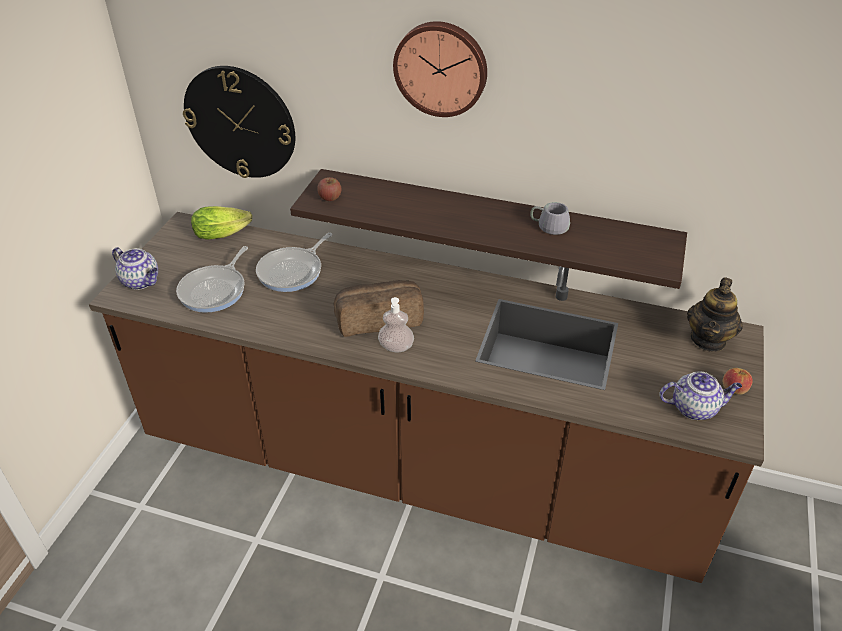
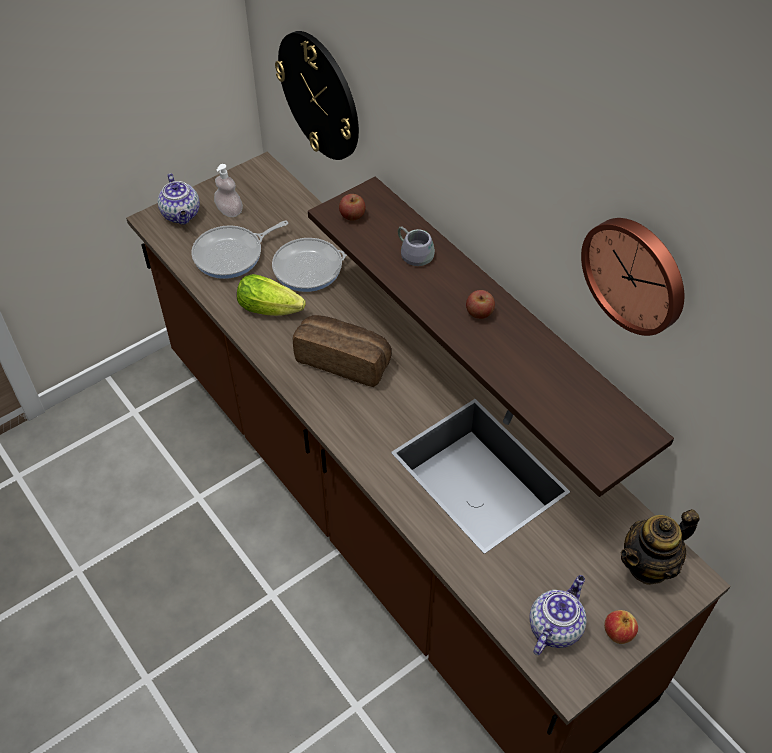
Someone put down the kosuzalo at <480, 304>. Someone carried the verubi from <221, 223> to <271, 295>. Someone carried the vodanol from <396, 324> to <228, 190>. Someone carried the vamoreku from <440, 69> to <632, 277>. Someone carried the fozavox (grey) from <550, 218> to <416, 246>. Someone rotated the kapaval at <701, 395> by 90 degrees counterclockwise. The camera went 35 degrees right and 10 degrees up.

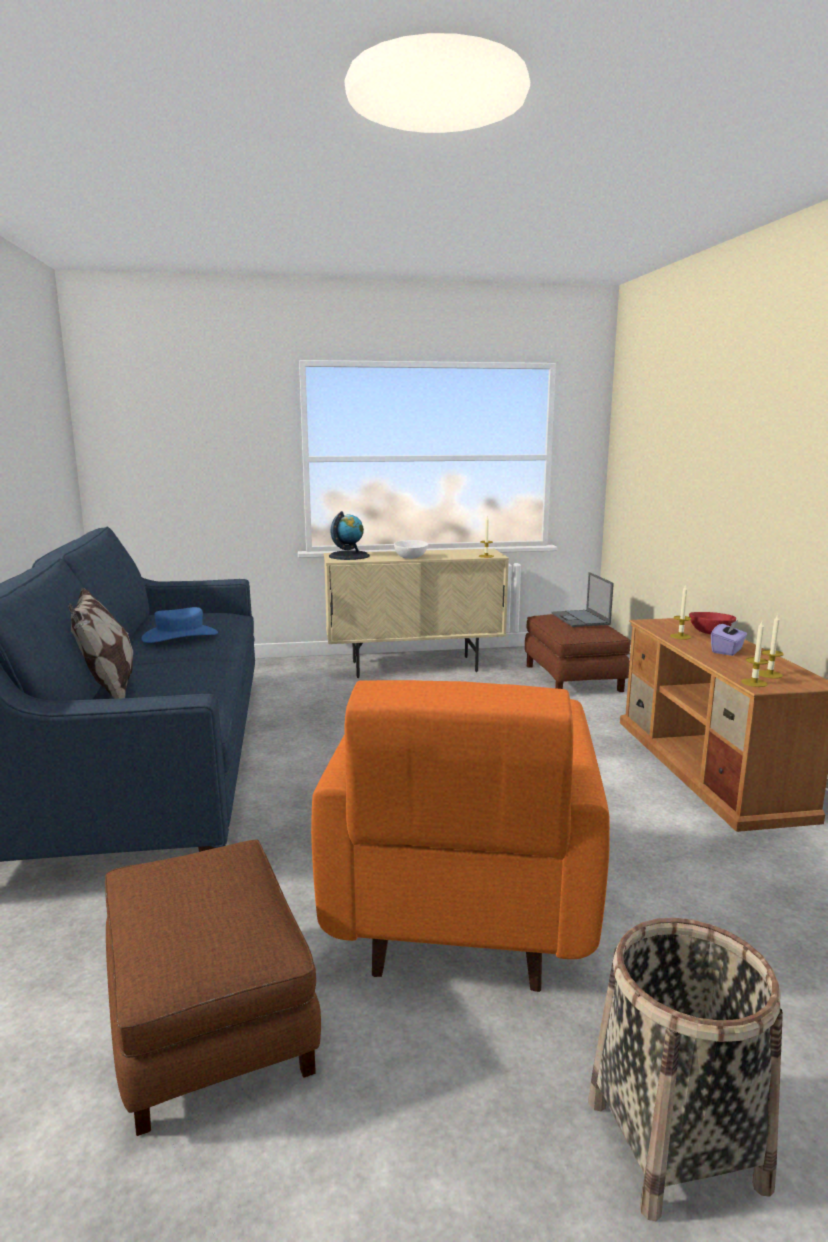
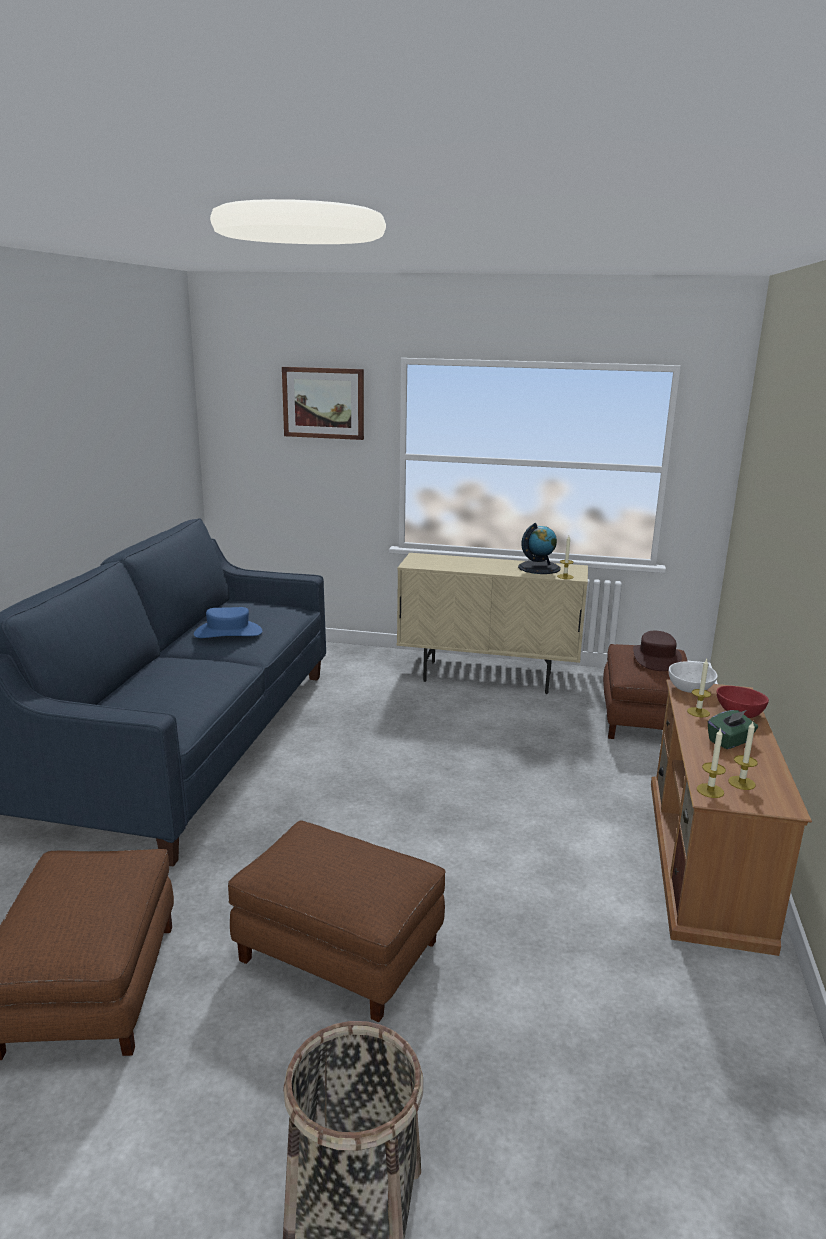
Someone took away the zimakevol at <100, 643>. Someone put up the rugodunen at <323, 403>. Someone carried the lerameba from <349, 535> to <539, 548>. Someone carried the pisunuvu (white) from <411, 549> to <693, 677>. Someone swapped the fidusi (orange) at <460, 836> for the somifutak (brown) at <337, 921>. Someone swapped the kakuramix at <582, 599> for the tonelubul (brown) at <657, 651>. Someone repainted the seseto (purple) at <729, 638>, which became the seseto (green) at <733, 729>. The camera went 20 degrees right and 5 degrees up.

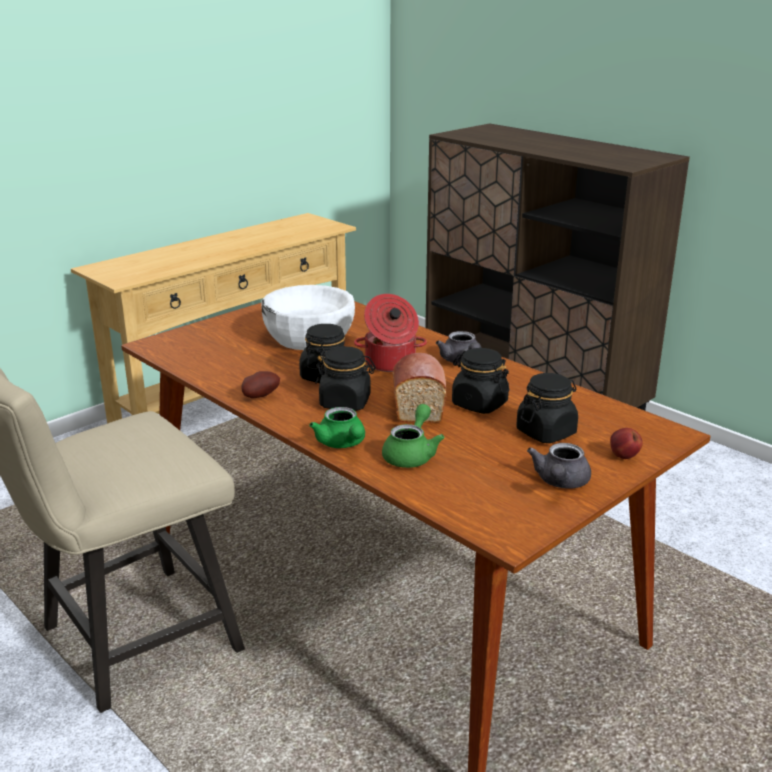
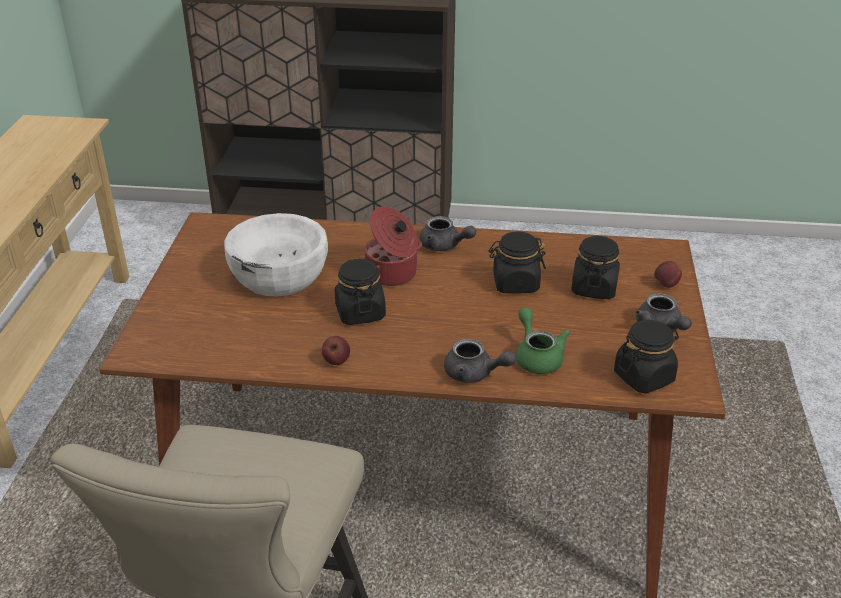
Someone took away the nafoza at <419, 388>. Someone carried the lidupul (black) from <345, 379> to <646, 357>. Someone swapped the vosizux at <260, 384> for the kosuzalo at <336, 350>. Someone repainted the kapaval (green) at <337, 427>, which became the kapaval (grey) at <480, 361>. The camera went 40 degrees left and 10 degrees up.

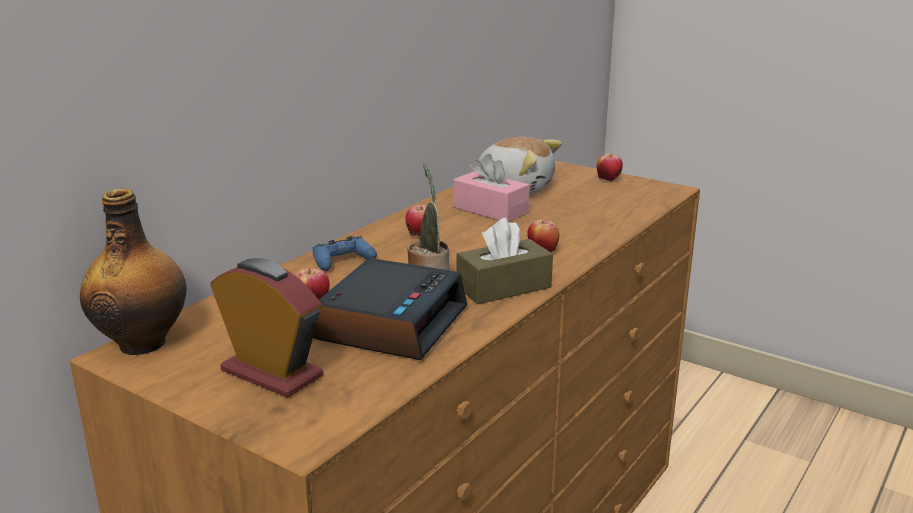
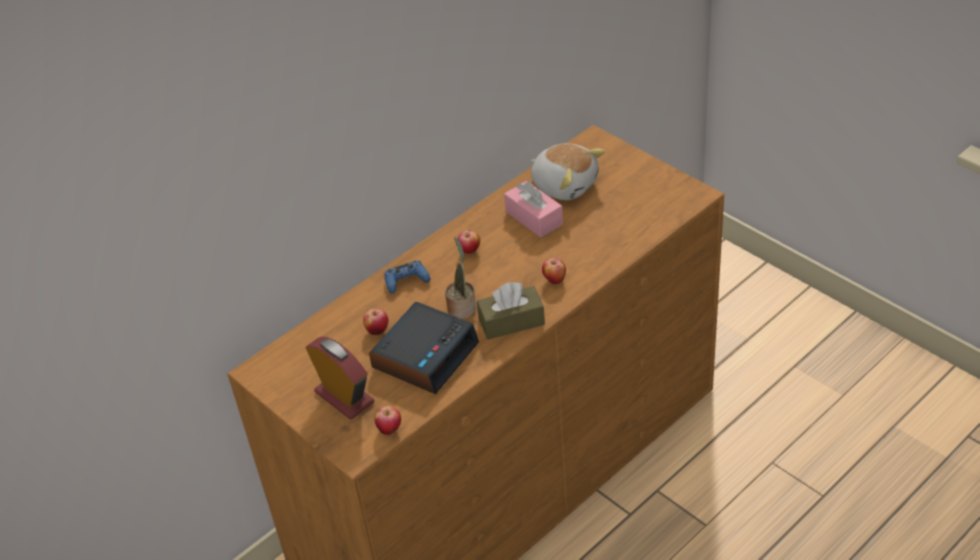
Someone took away the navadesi at <133, 272>. Someone carried the kosuzalo from <610, 167> to <388, 420>. The camera went 15 degrees right and 20 degrees up.

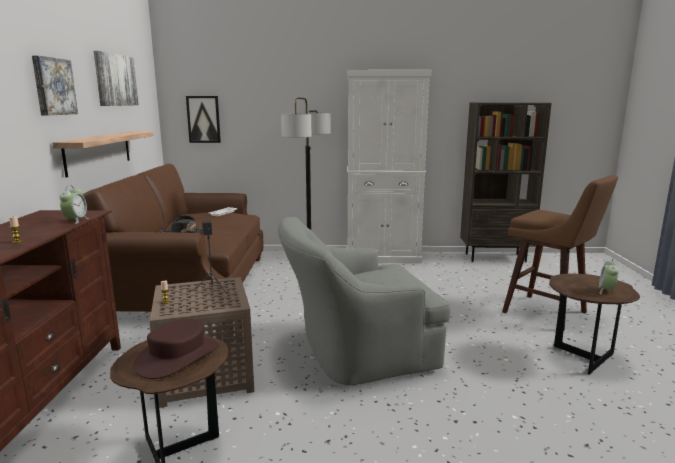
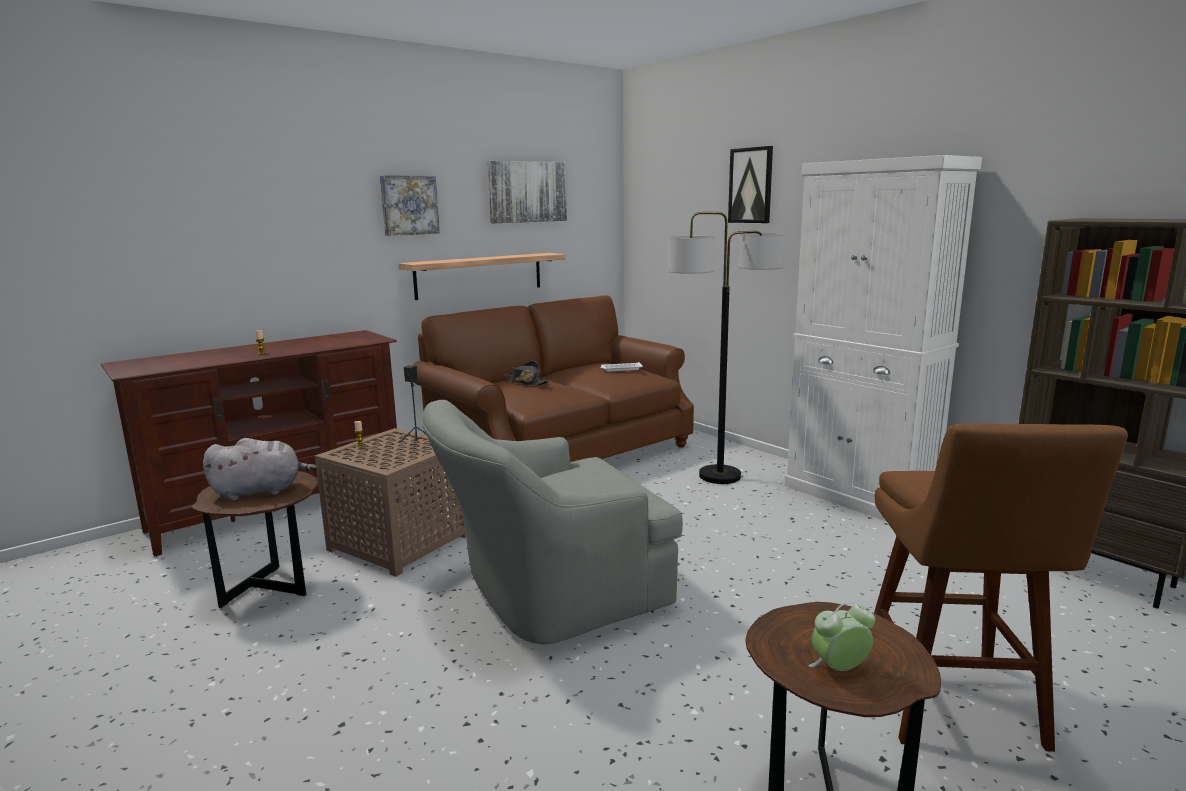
Someone took away the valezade at <74, 204>. Someone carried the rugodunen from <203, 119> to <750, 184>. Someone swapped the tonelubul (brown) at <176, 348> for the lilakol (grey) at <260, 469>. Someone rotated the fidusi (grey) at <364, 301> by 60 degrees counterclockwise. The camera went 50 degrees right and 0 degrees up.

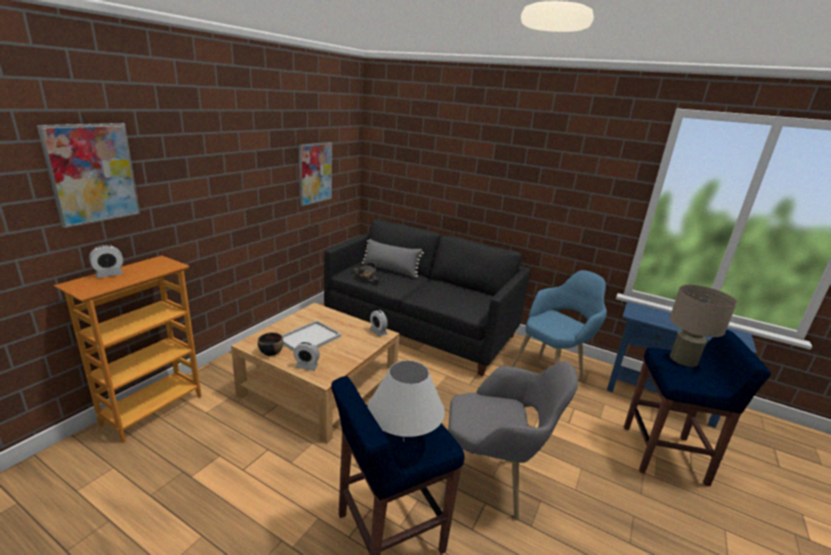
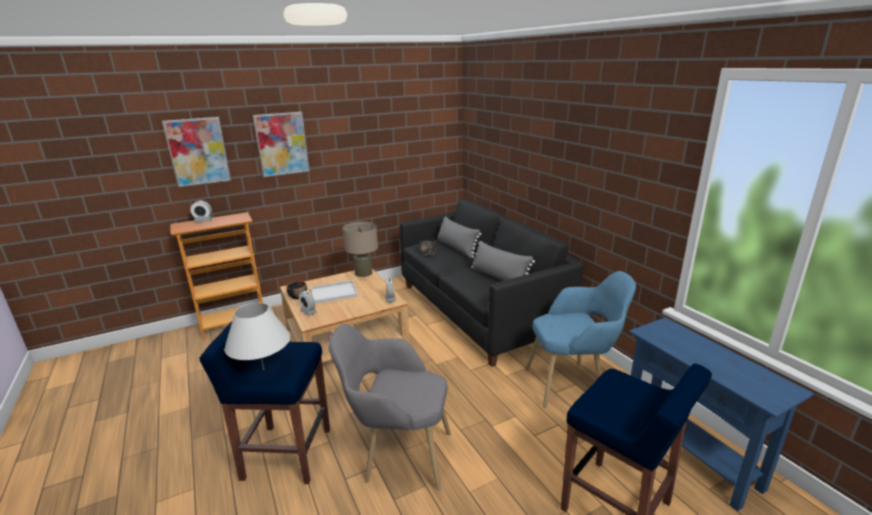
Someone put down the zimakevol (grey) at <503, 260>. Someone carried the rugodunen from <315, 174> to <281, 144>. Someone carried the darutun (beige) from <703, 326> to <360, 249>. Someone rotated the fidusi (grey) at <508, 440> by 150 degrees clockwise. The camera went 35 degrees right and 0 degrees up.

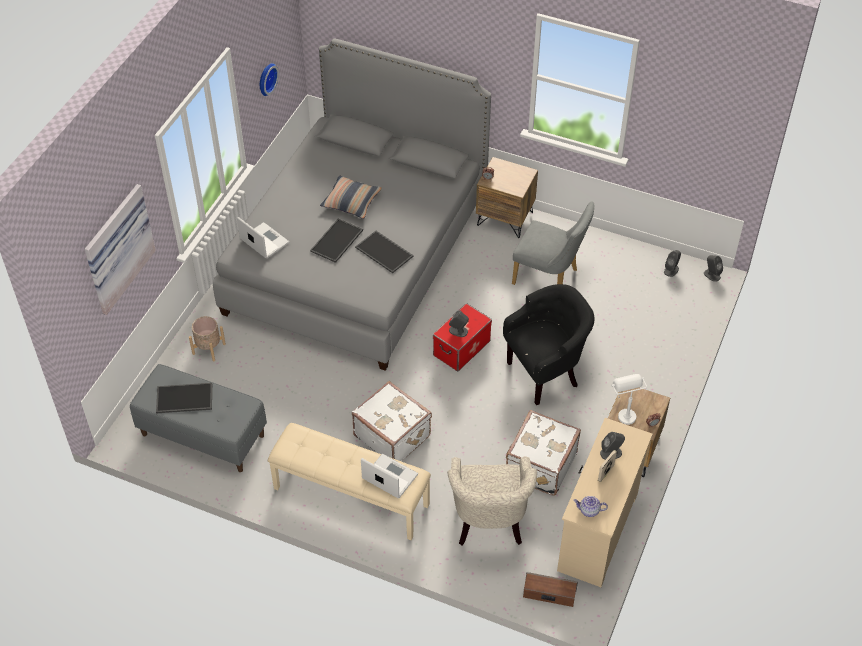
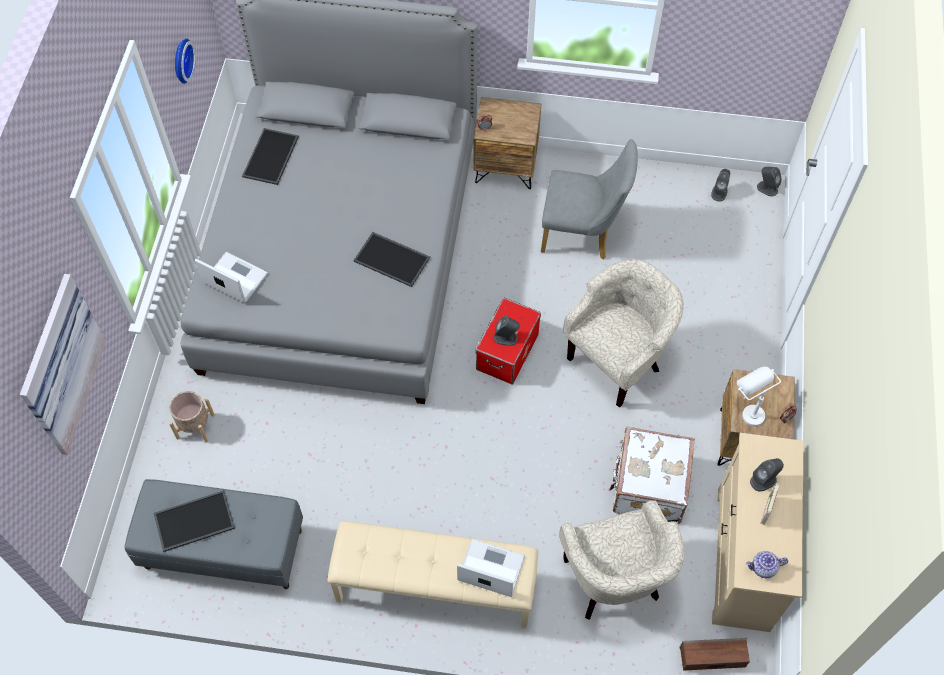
Someone took away the zimakevol at <351, 197>. Someone took away the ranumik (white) at <392, 421>. Someone carried the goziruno from <336, 241> to <270, 156>. Someone repainted the fidusi (black) at <549, 344>, which became the fidusi (beige) at <623, 333>. The camera went 15 degrees left and 10 degrees up.

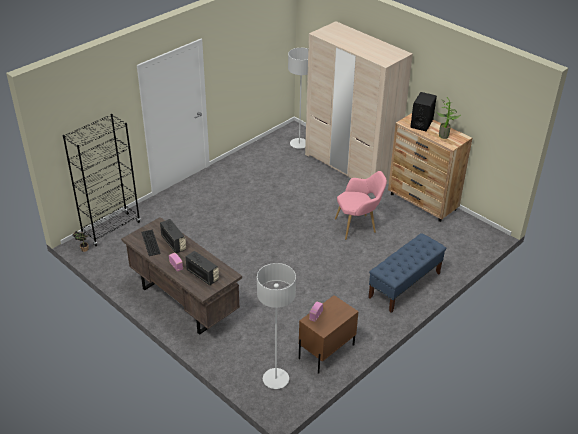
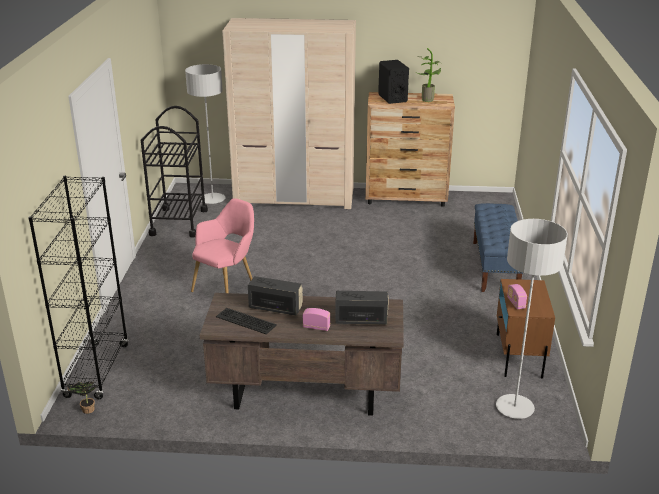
Someone put down the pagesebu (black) at <174, 172>. Someone carried the fidusi (pink) from <361, 205> to <222, 245>. The camera went 40 degrees left and 10 degrees down.

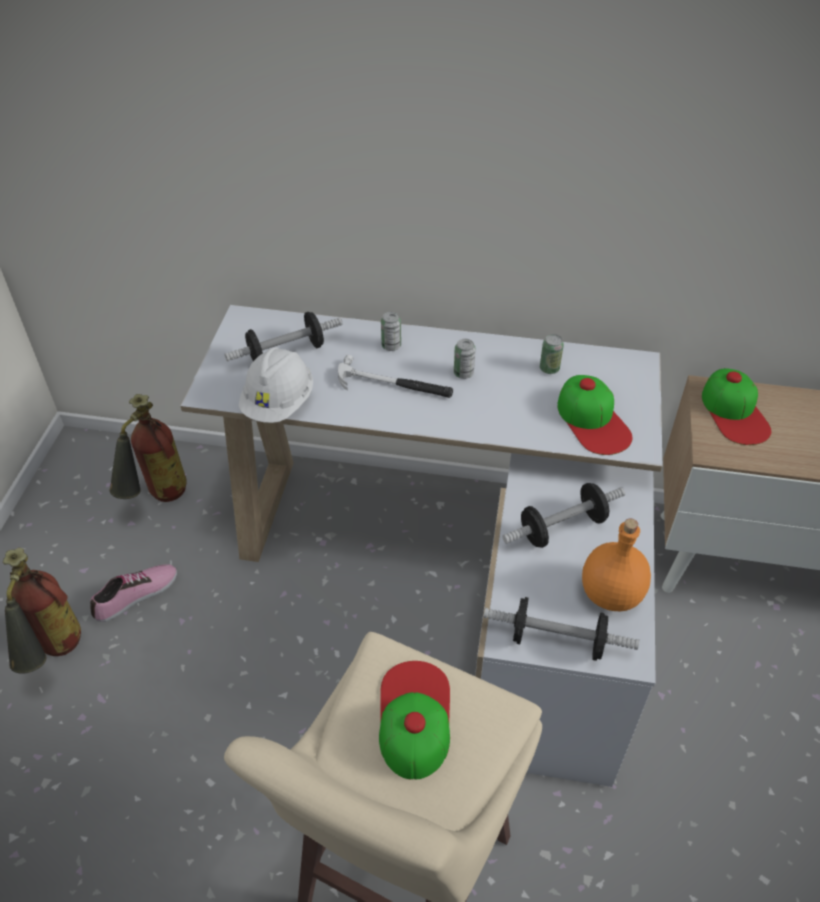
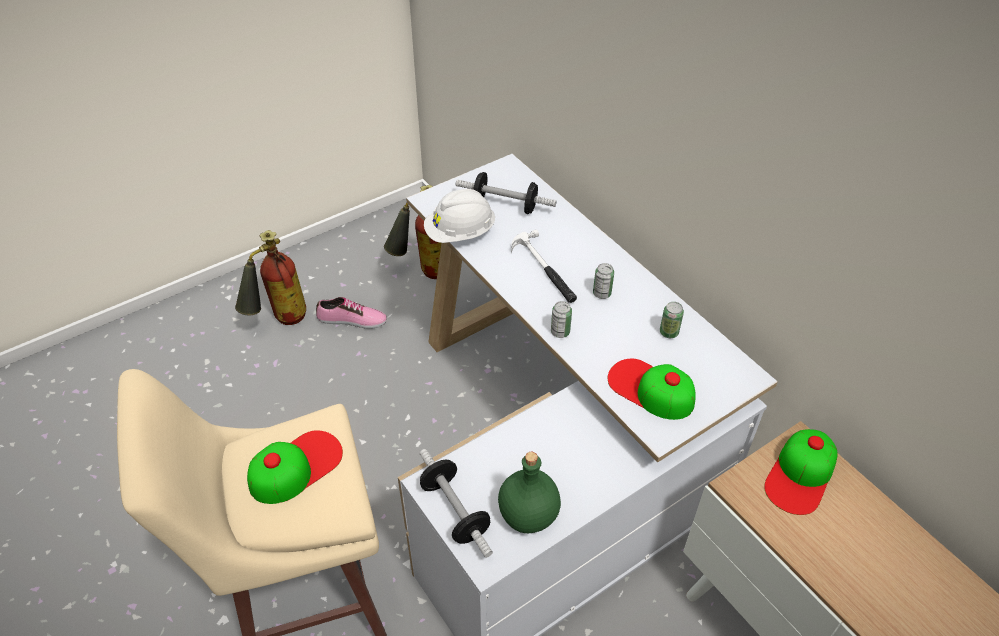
Someone took away the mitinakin at <563, 515>. Someone carried the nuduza from <391, 331> to <561, 319>. Someone repainted the navadesi (orange) at <616, 564>, which became the navadesi (green) at <529, 492>. Someone rotated the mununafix at <595, 415> by 105 degrees clockwise. The camera went 45 degrees right and 0 degrees up.

